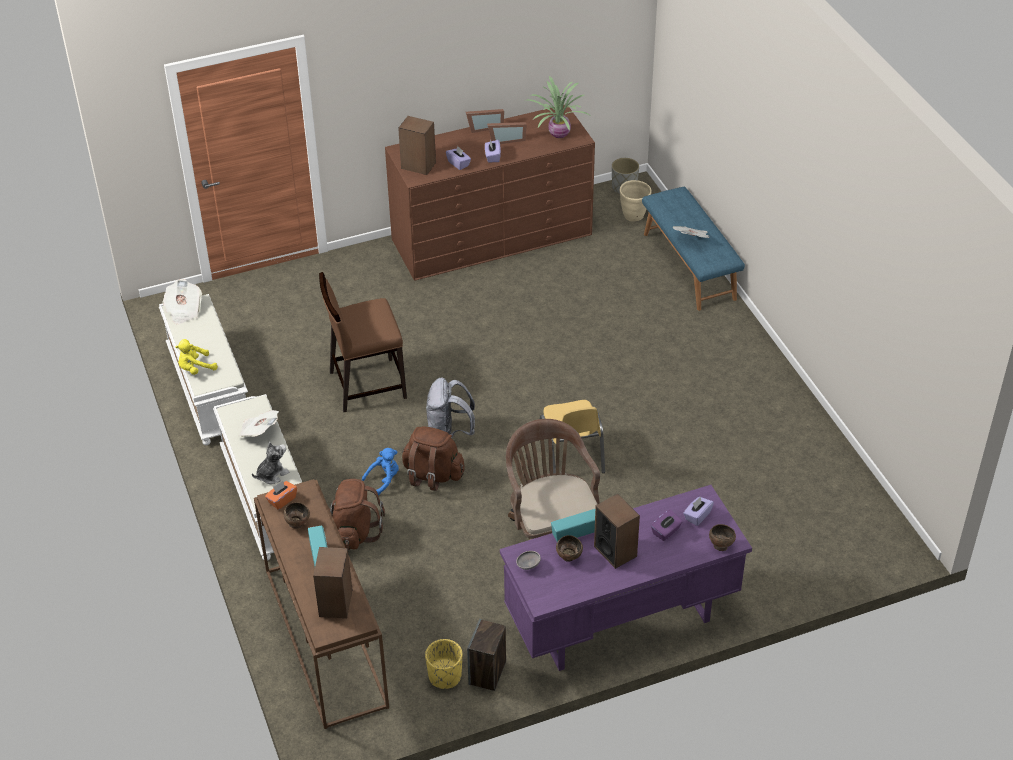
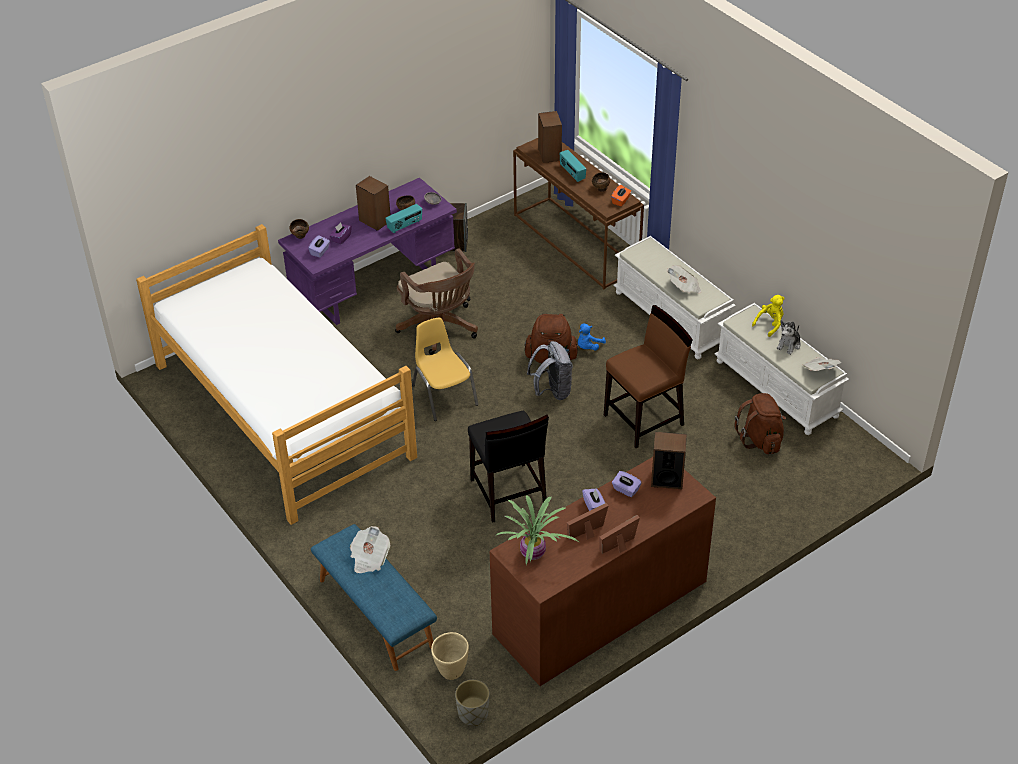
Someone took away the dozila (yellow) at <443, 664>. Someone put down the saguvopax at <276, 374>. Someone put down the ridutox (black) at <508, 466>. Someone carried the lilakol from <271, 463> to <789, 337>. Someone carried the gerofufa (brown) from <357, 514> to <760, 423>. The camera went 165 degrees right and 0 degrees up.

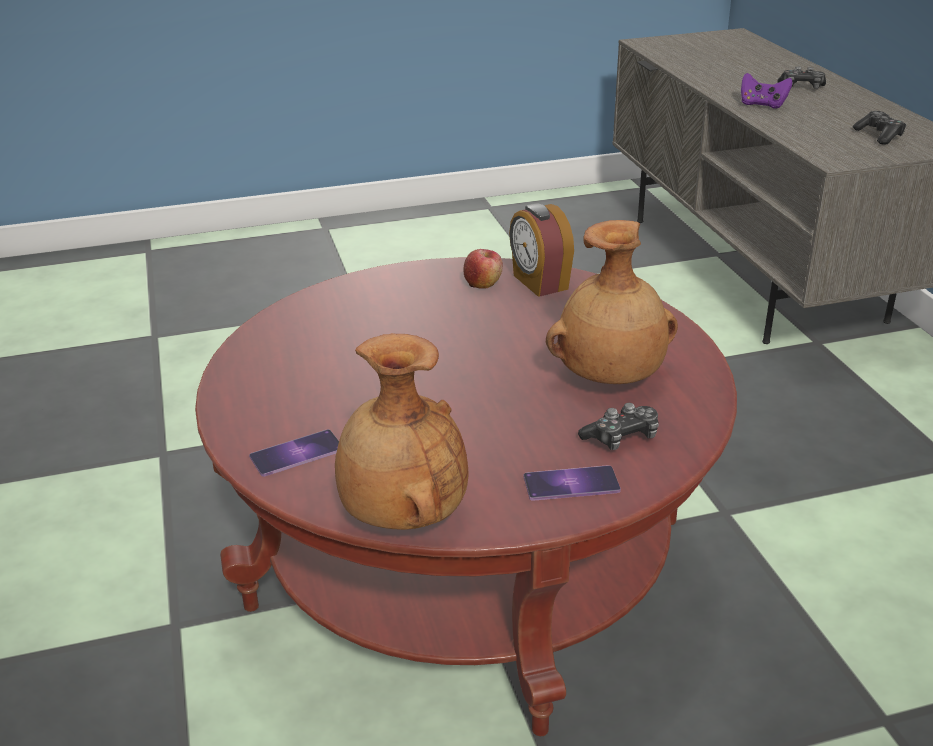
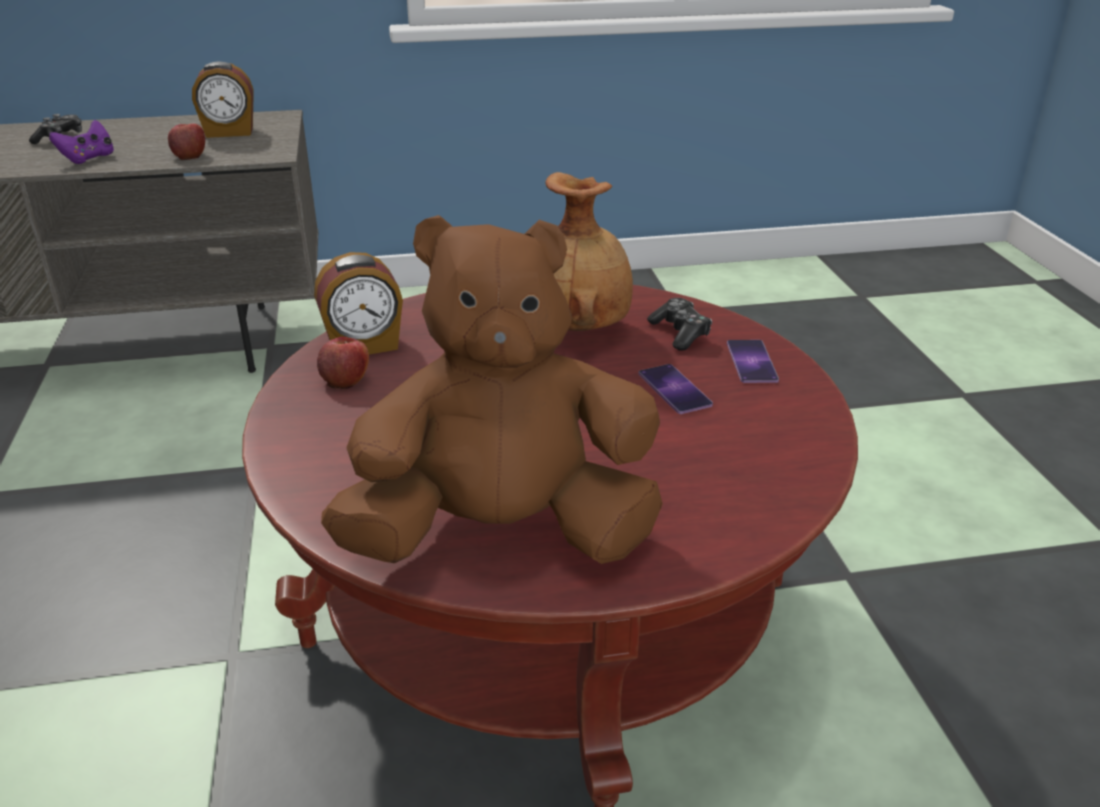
Someone took away the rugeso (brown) at <402, 431>. Someone put down the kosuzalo at <186, 142>. Someone put down the lilakol (brown) at <492, 389>. Someone carried the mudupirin from <294, 453> to <676, 389>. Someone swapped the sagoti at <880, 128> for the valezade at <223, 99>. The camera went 85 degrees left and 0 degrees up.

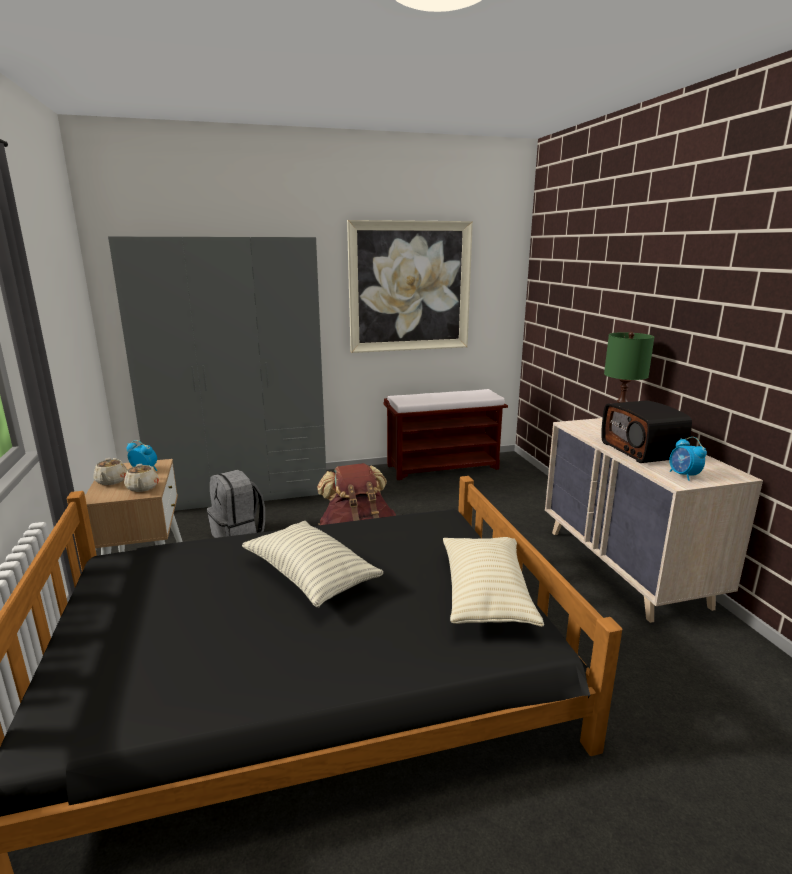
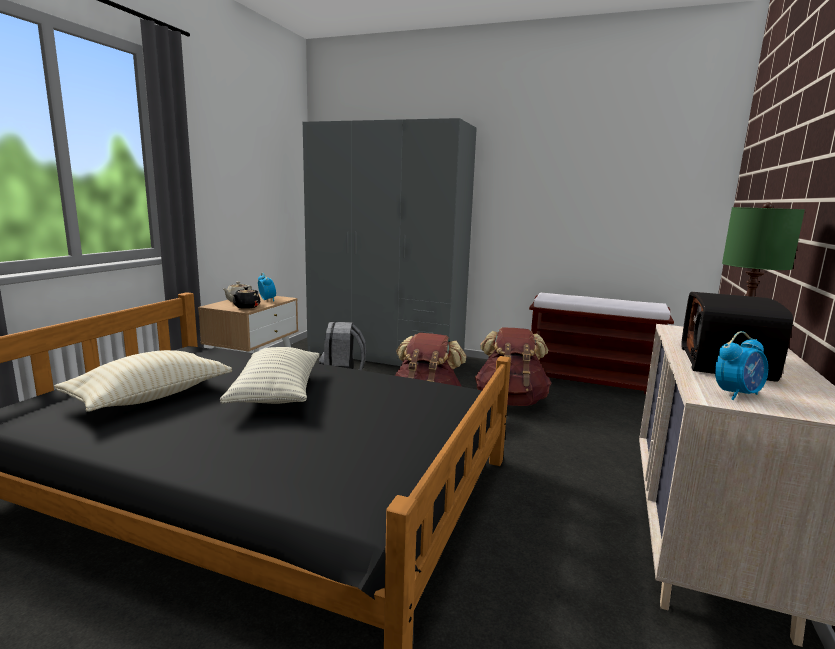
Someone took away the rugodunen at <410, 286>. Someone put down the gerofufa (brown) at <513, 366>. Someone carried the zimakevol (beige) from <493, 582> to <143, 381>. Someone repainted the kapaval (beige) at <141, 478>, which became the kapaval (black) at <246, 298>. Someone rotated the valezade at <688, 459> by 135 degrees counterclockwise. The camera went 35 degrees right and 5 degrees down.

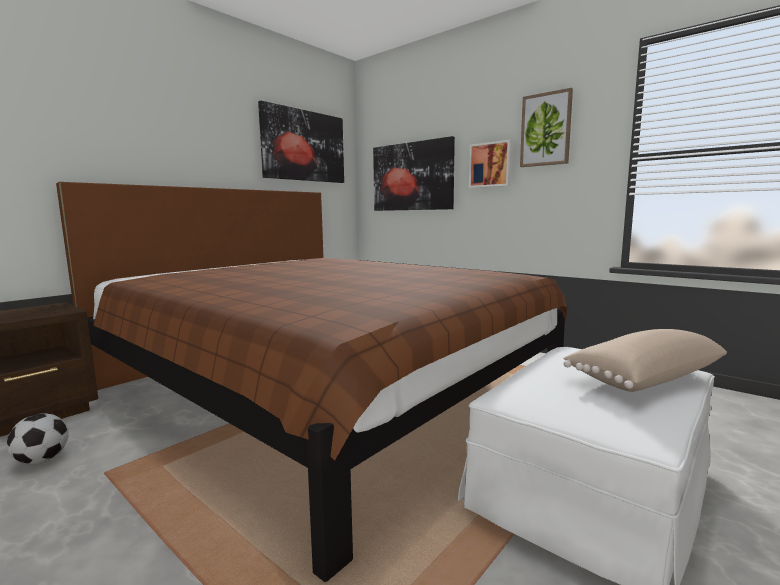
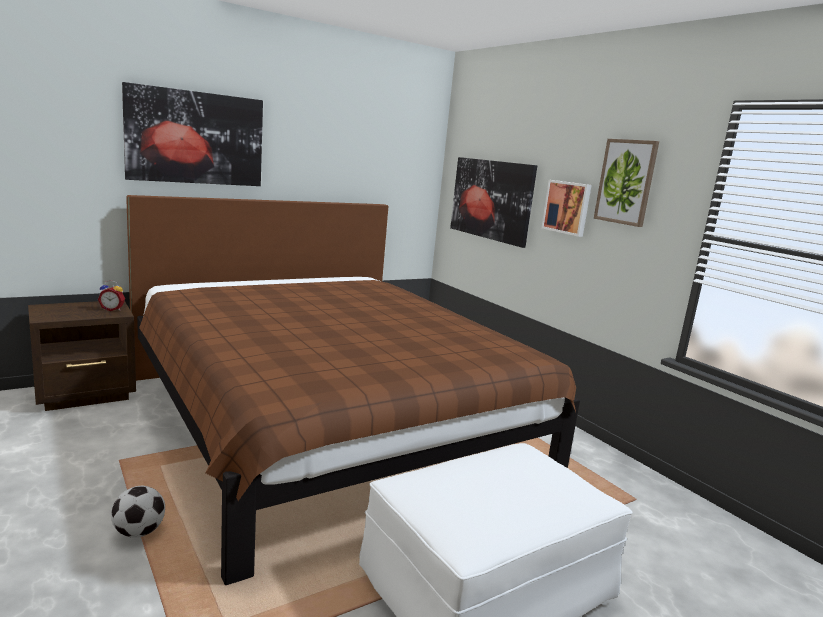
Someone took away the zimakevol (beige) at <645, 360>. Someone put down the valezade at <111, 295>. Someone carried the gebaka from <38, 438> to <138, 512>. Someone carried the rugodunen from <301, 142> to <192, 134>. The camera went 15 degrees right and 5 degrees up.

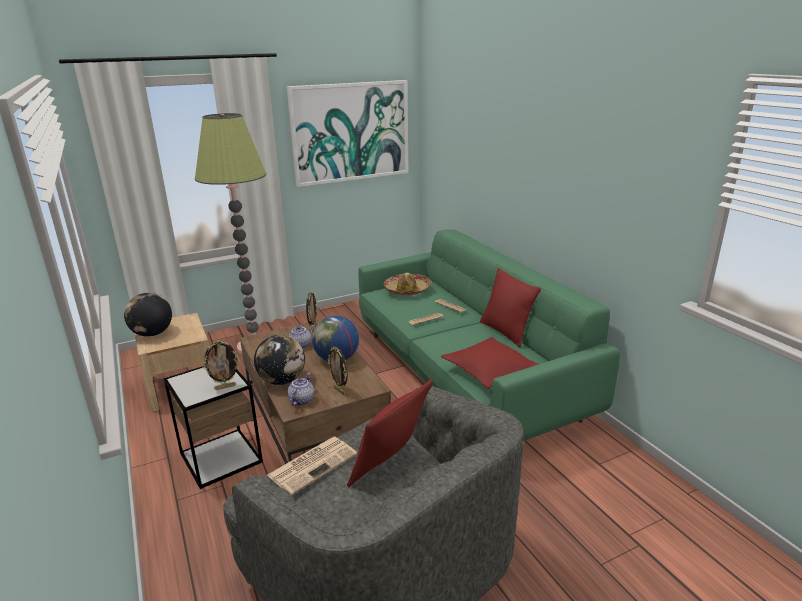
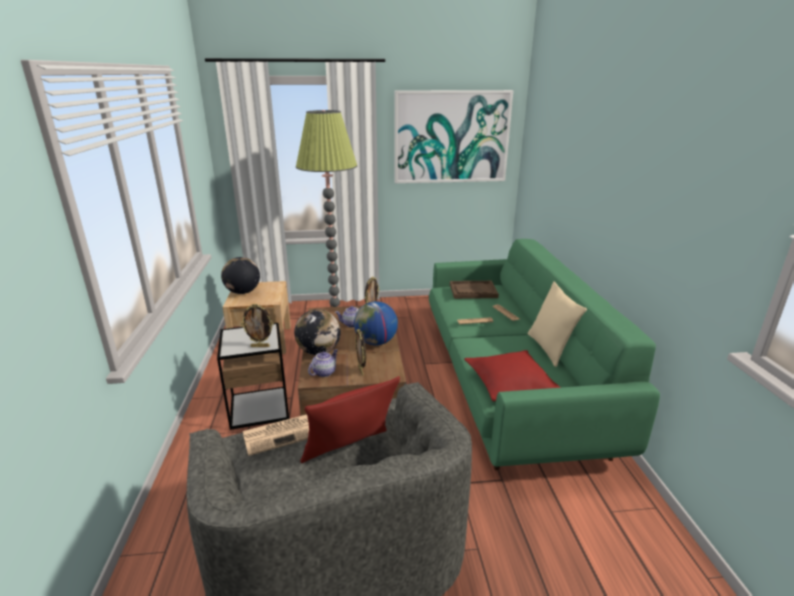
Someone swapped the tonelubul at <407, 284> for the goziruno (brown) at <474, 290>. Someone repainted the zimakevol (red) at <510, 307>, which became the zimakevol (beige) at <557, 324>. The camera went 20 degrees right and 0 degrees up.

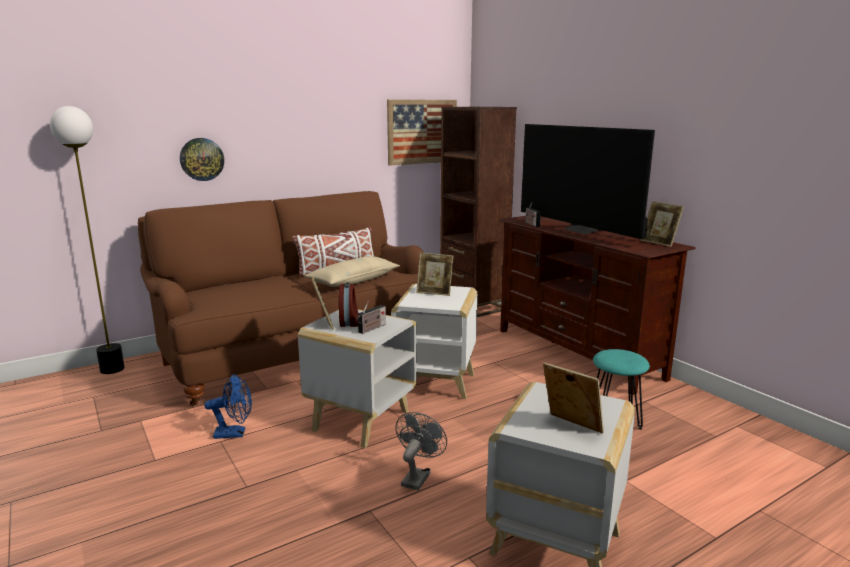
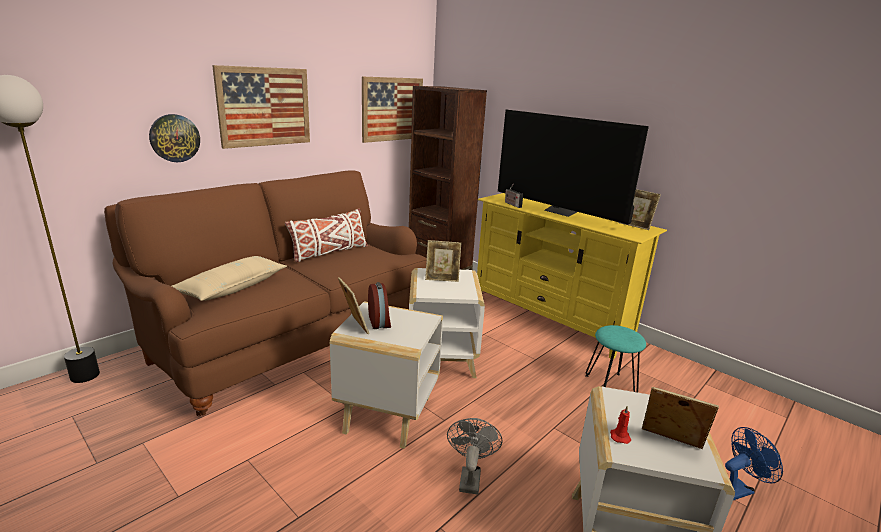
Someone took away the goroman at <371, 317>. Someone put up the rugodunen at <261, 107>. Someone put down the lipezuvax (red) at <620, 425>. Someone carried the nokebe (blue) from <228, 406> to <754, 463>. Someone carried the zimakevol (beige) from <352, 271> to <229, 278>. Someone repainted the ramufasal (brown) at <597, 305>, which became the ramufasal (yellow) at <572, 275>. The camera went 15 degrees left and 5 degrees up.

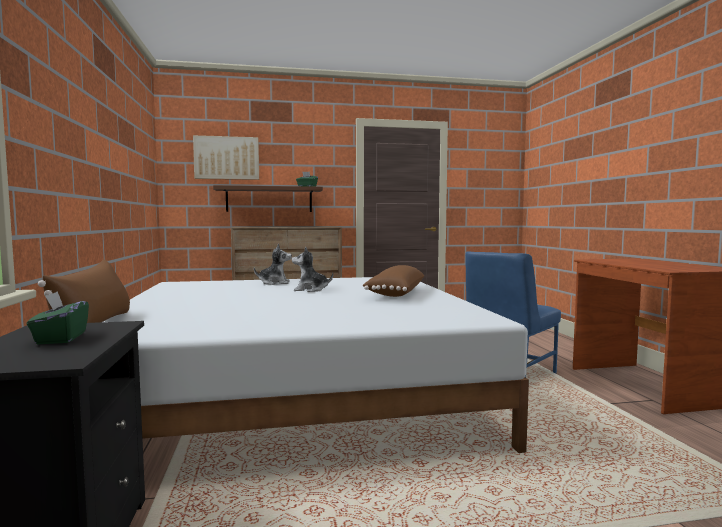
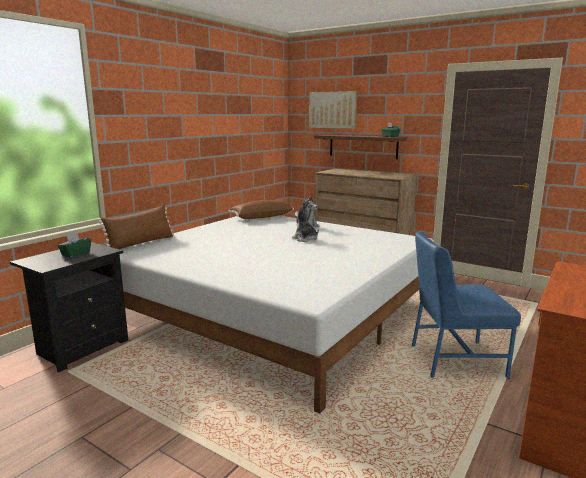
Someone carried the zimakevol (brown) from <393, 281> to <261, 209>. The camera went 45 degrees right and 10 degrees up.

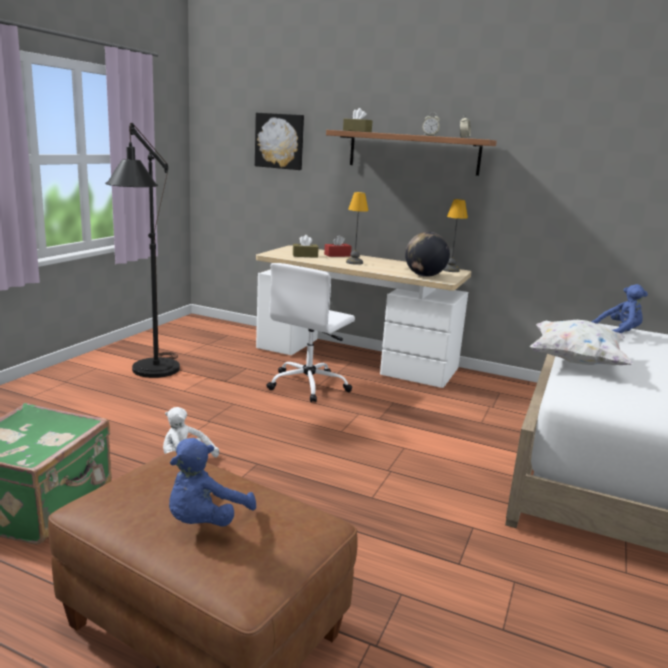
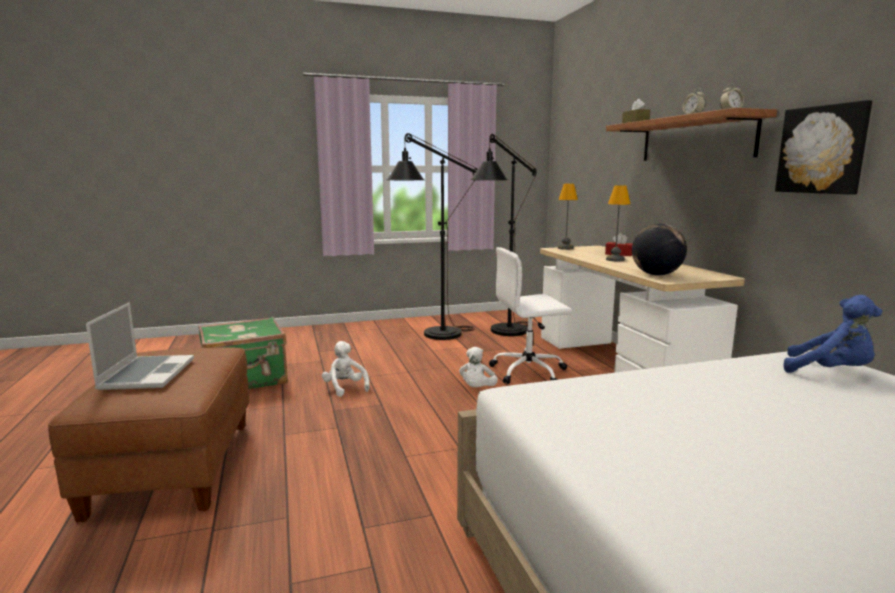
Someone took away the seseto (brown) at <306, 246>. Someone took away the zimakevol (white) at <581, 342>. Someone put down the lilakol (white) at <478, 367>. Someone put down the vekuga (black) at <503, 235>. Someone carried the rugodunen from <279, 141> to <823, 147>. Someone carried the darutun from <455, 235> to <568, 217>. Someone swapped the lilakol (blue) at <212, 482> for the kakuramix at <140, 346>. The camera went 50 degrees right and 5 degrees down.

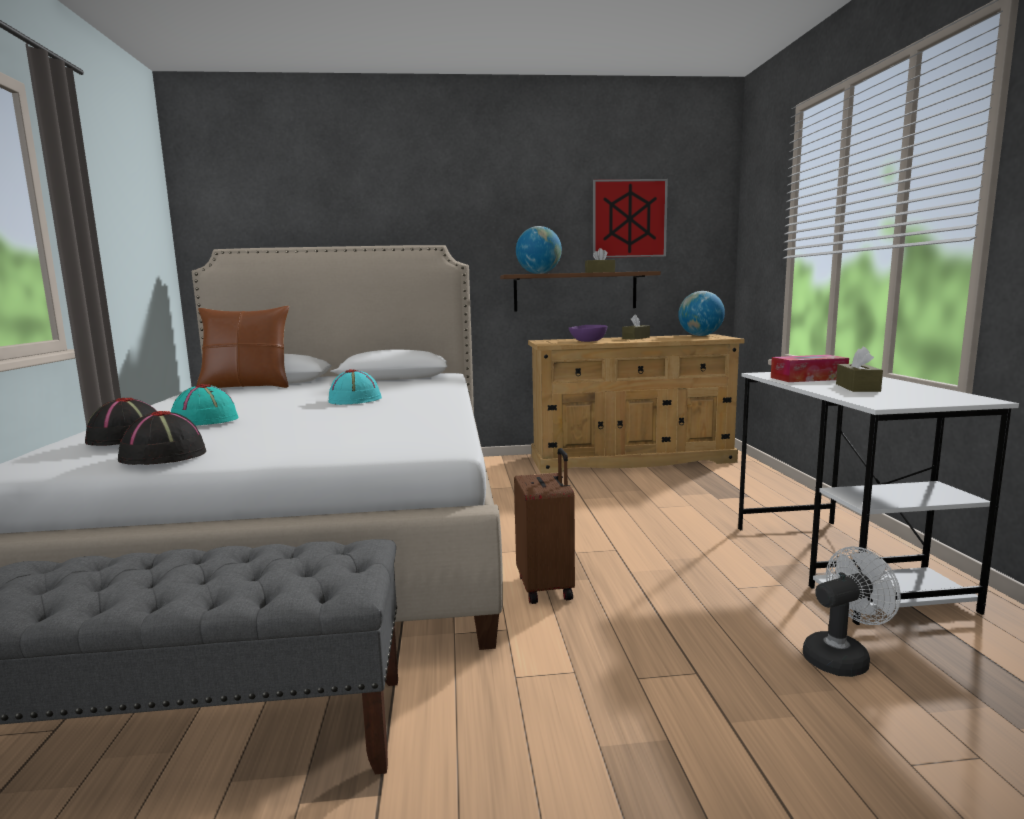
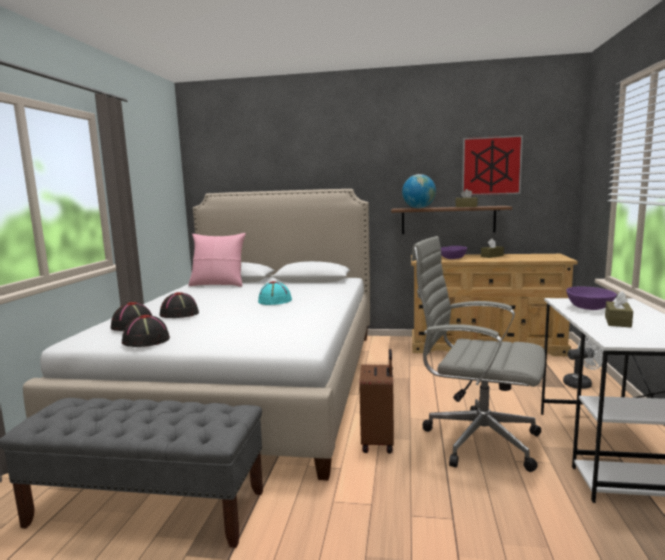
Someone took away the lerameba at <701, 313>. Someone put down the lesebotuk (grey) at <478, 354>. Someone carried the nokebe (white) from <852, 611> to <583, 363>. Someone swapped the seseto at <810, 368> for the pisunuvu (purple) at <591, 298>. Someone repainted the tonelubul (turquoise) at <205, 404>, which became the tonelubul (black) at <179, 305>. Someone repainted the zimakevol (brown) at <242, 347>, which became the zimakevol (pink) at <217, 260>. The camera went 15 degrees right and 0 degrees up.

